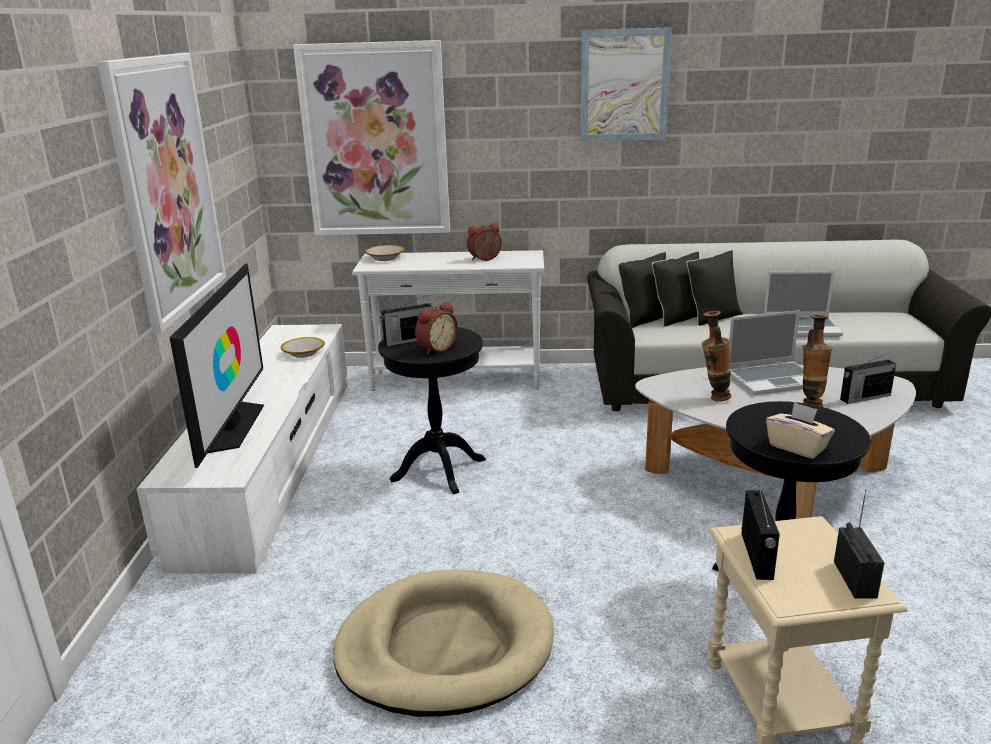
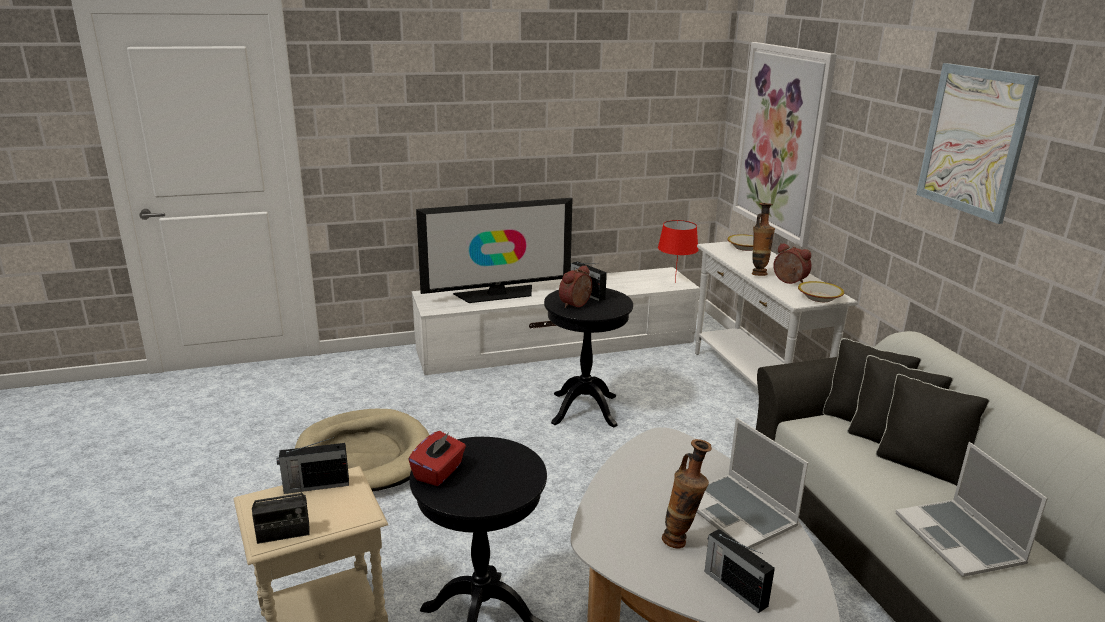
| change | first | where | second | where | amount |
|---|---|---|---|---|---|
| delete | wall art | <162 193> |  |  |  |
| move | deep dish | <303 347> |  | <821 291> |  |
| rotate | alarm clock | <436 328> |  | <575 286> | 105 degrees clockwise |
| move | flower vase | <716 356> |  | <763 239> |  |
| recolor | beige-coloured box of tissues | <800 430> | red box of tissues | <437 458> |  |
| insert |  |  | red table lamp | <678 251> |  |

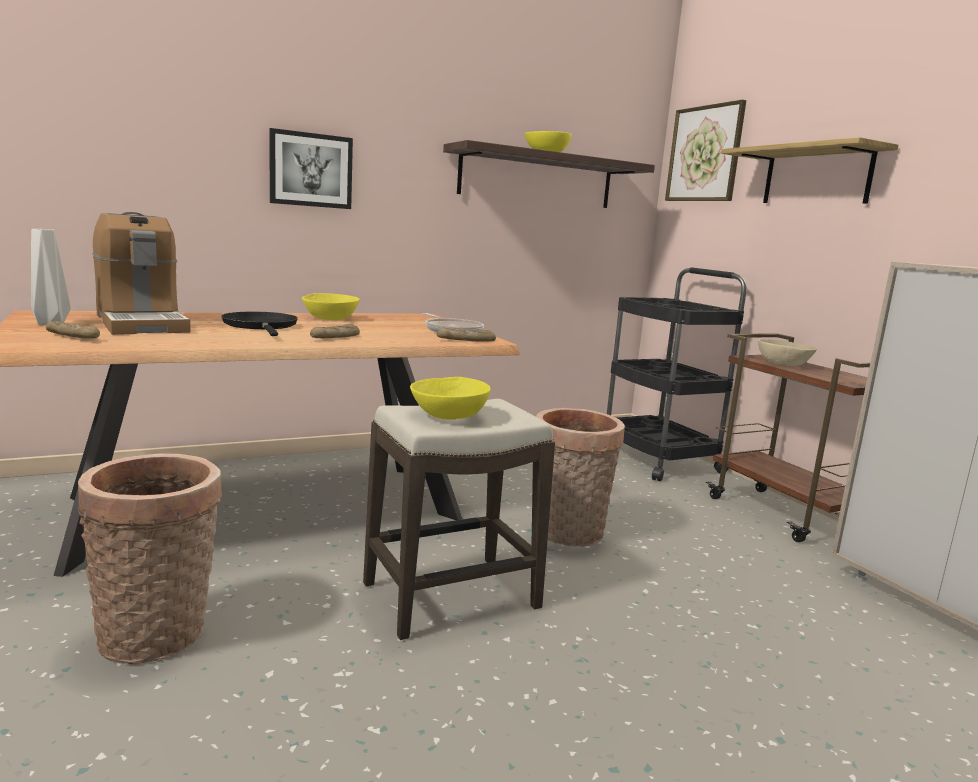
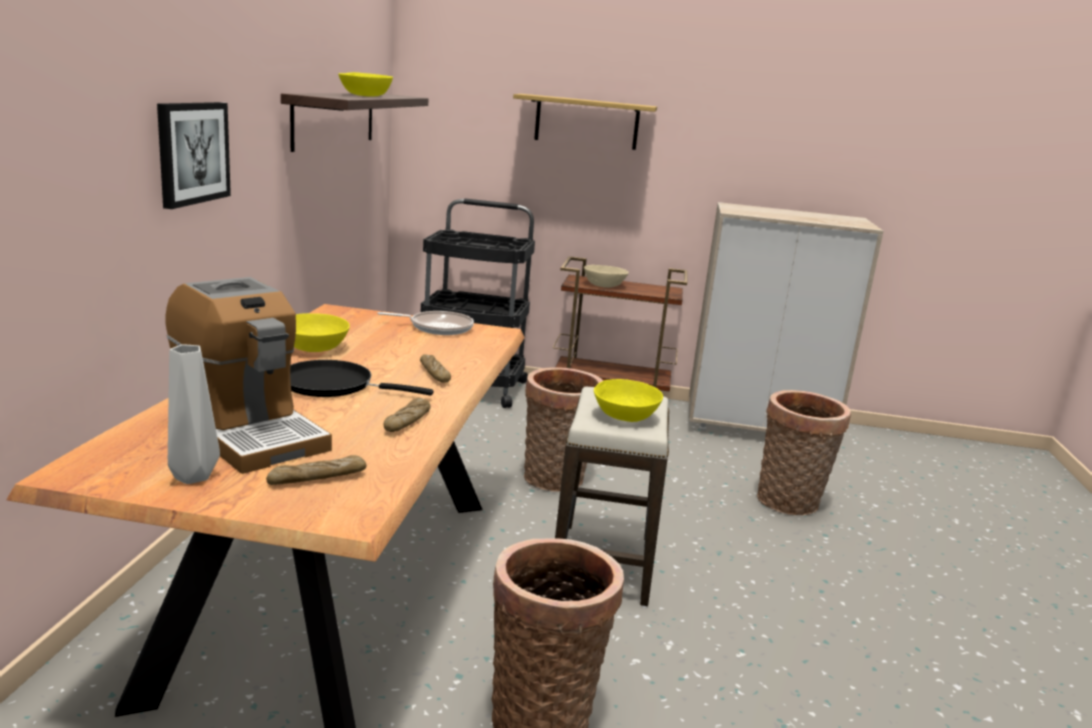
| change | first | where | second | where | amount |
|---|---|---|---|---|---|
| rotate | coffee machine | <141 273> |  | <248 375> | 45 degrees clockwise |
| move | bread | <466 335> |  | <407 415> |  |
| delete | wall art | <705 150> |  |  |  |
| insert |  |  | basket | <804 452> |  |

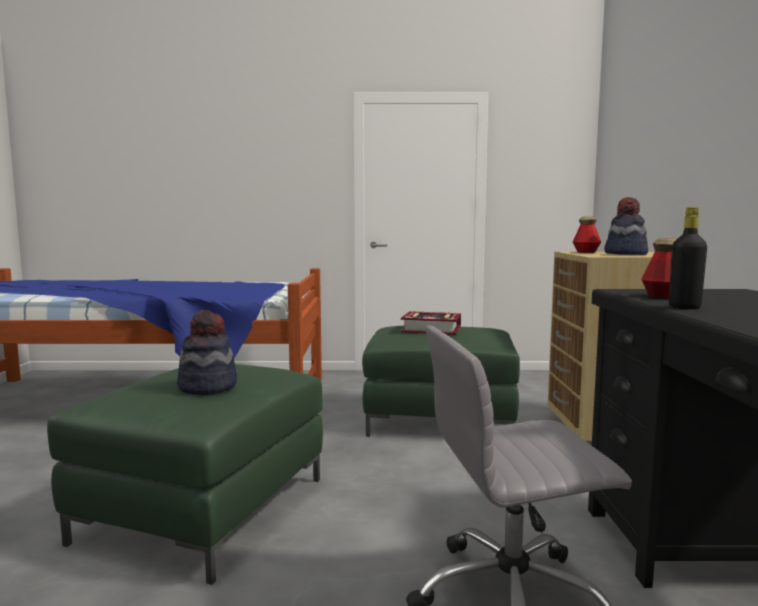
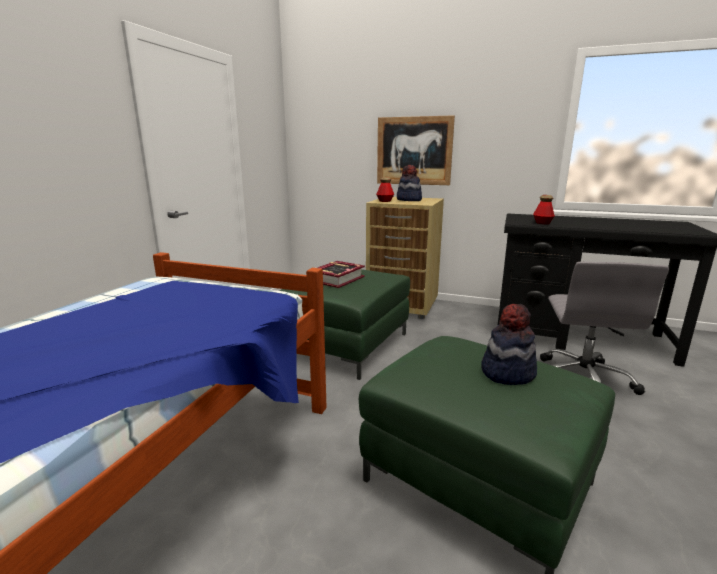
| change | first | where | second | where | amount |
|---|---|---|---|---|---|
| delete | blackish bottle | <688 258> |  |  |  |
| insert |  |  | wall art | <416 150> |  |

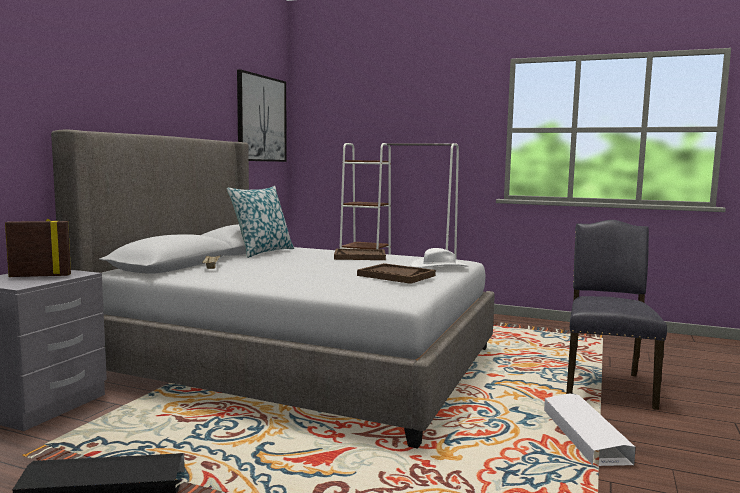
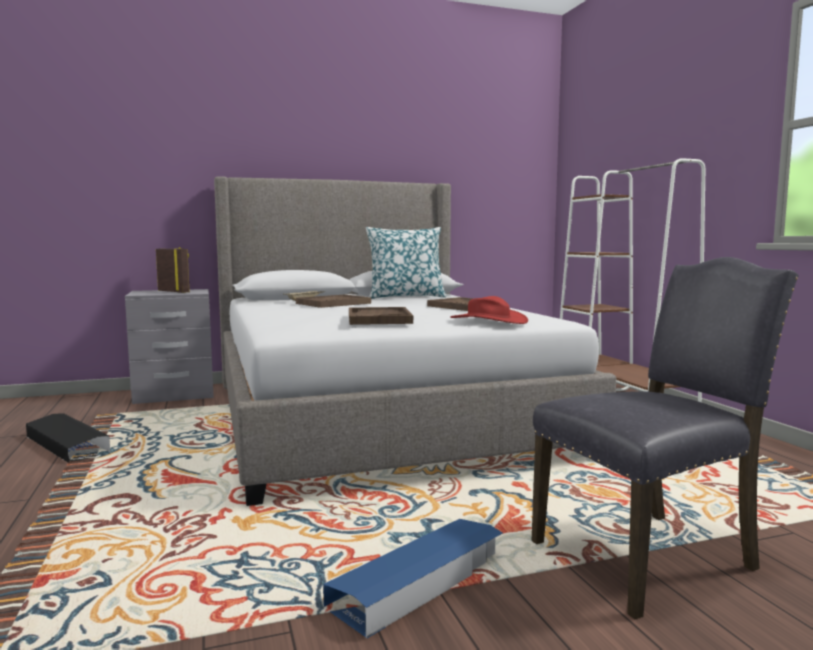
| change | first | where | second | where | amount |
|---|---|---|---|---|---|
| delete | wall art | <262 115> |  |  |  |
| recolor | whitish hat | <439 258> | red hat | <489 310> |  |
| recolor | whitish storage container | <590 429> | blue-coloured storage container | <413 578> |  |
| insert |  |  | brown serving tray | <333 301> |  |

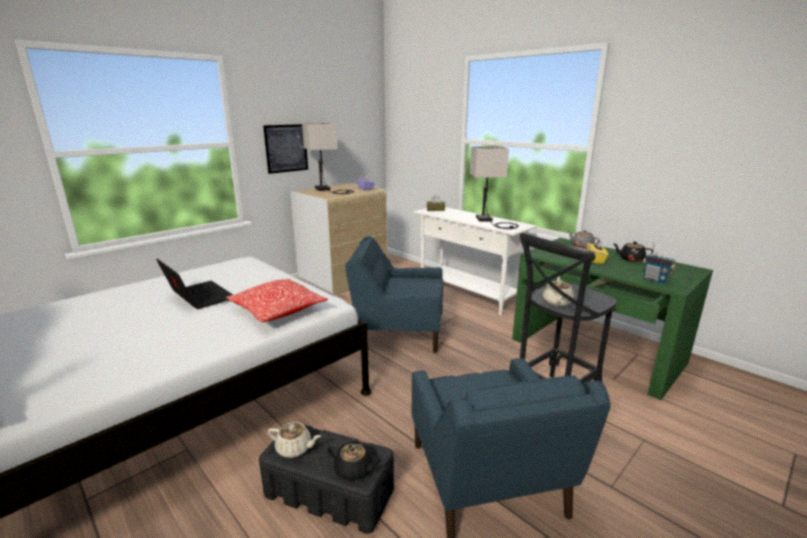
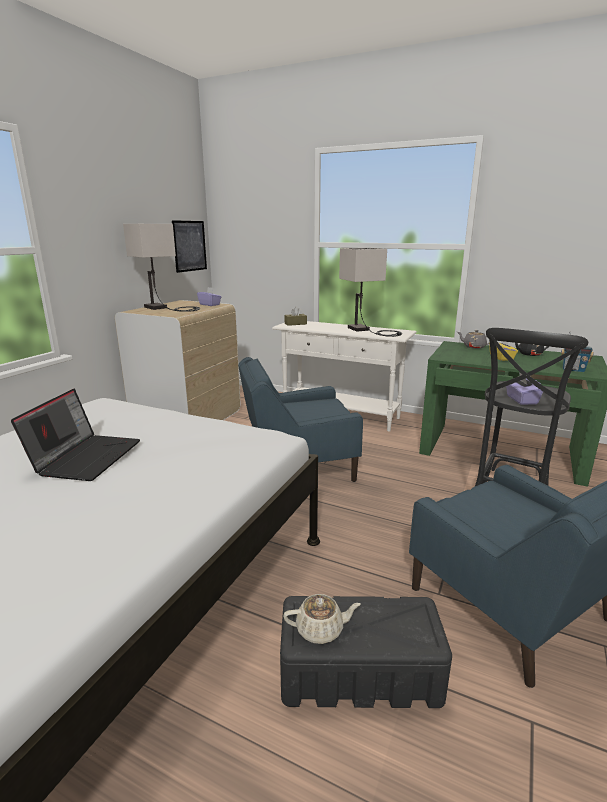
| change | first | where | second | where | amount |
|---|---|---|---|---|---|
| rotate | notebook computer | <194 284> |  | <75 435> | 75 degrees clockwise |
| delete | throw pillow | <277 300> |  |  |  |
| move | wall art | <285 149> |  | <189 246> |  |
| delete | blackish teapot | <354 461> |  |  |  |
| replace | beige-coloured teapot | <558 291> | purplish box of tissues | <524 388> |  |

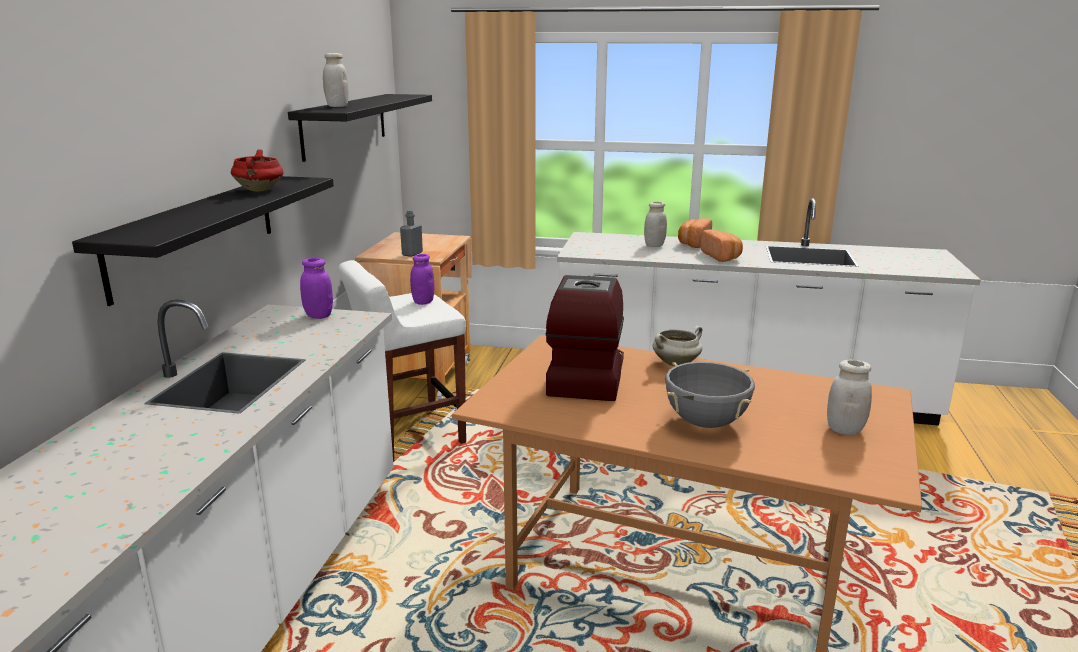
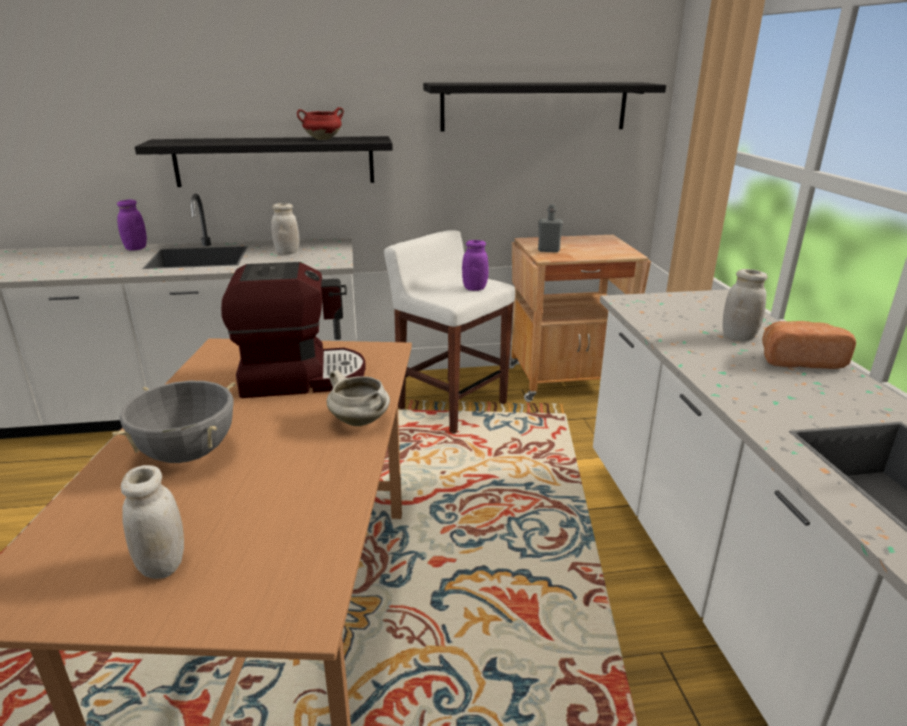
| change | first | where | second | where | amount |
|---|---|---|---|---|---|
| move | purplish jar | <316 288> |  | <132 225> |  |
| move | whitish jar | <336 80> |  | <285 228> |  |
| delete | bread | <721 245> |  |  |  |

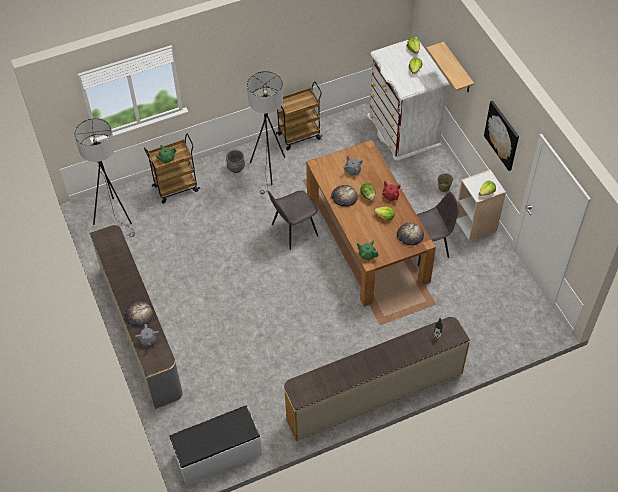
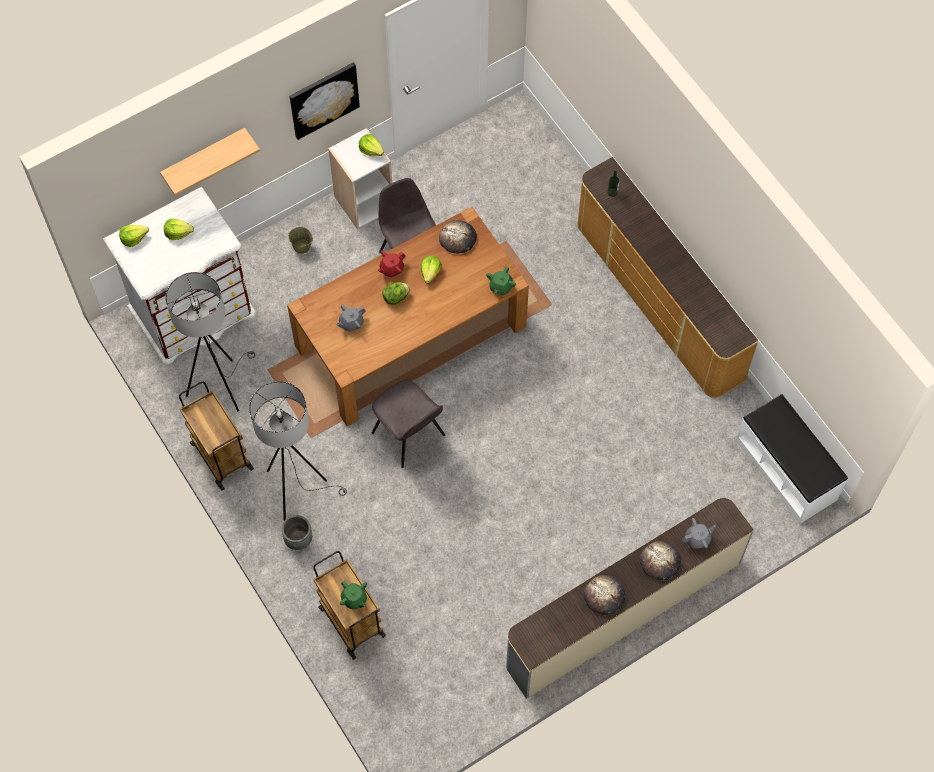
| change | first | where | second | where | amount |
|---|---|---|---|---|---|
| move | gray standard lamp | <104 177> |  | <210 341> |  |
| move | bread | <344 196> |  | <604 595> |  |

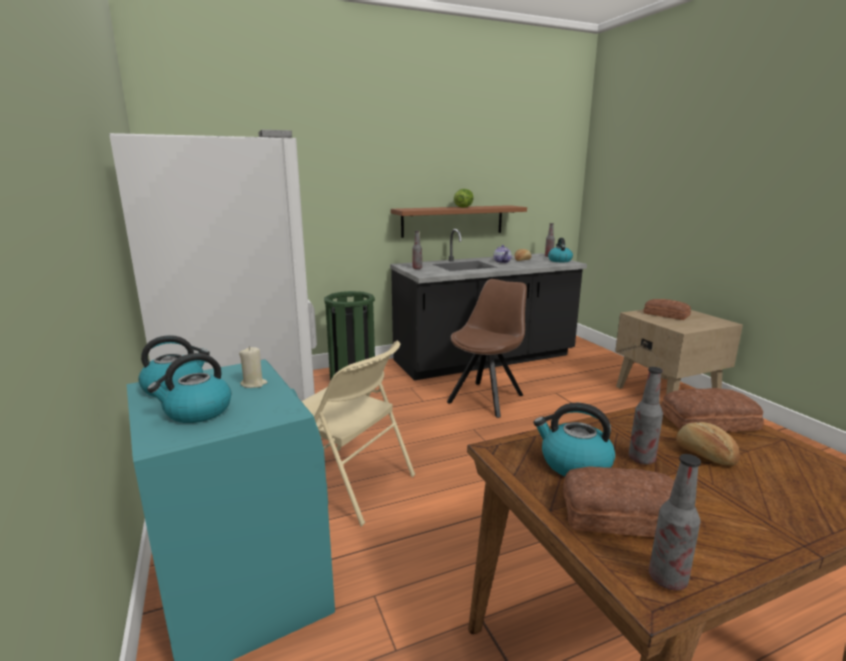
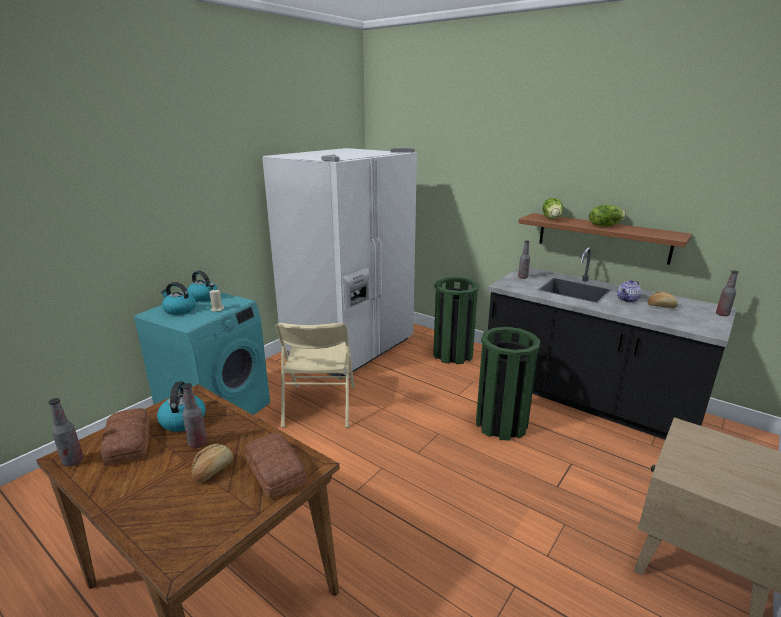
| change | first | where | second | where | amount |
|---|---|---|---|---|---|
| replace | brown upright chair | <487 348> | green-coloured trash can | <508 384> |  |
| delete | tea kettle | <560 250> |  |  |  |
| delete | bread | <667 309> |  |  |  |
| insert |  |  | head of lettuce | <553 208> |  |

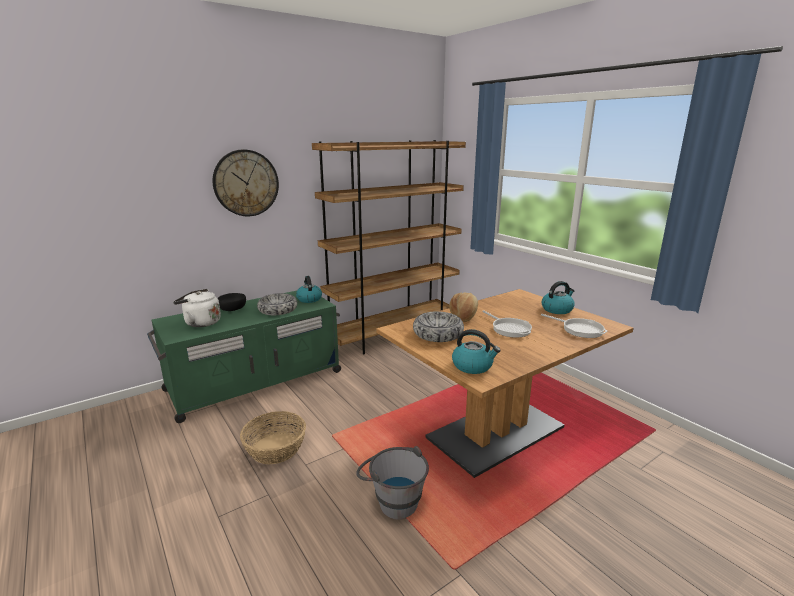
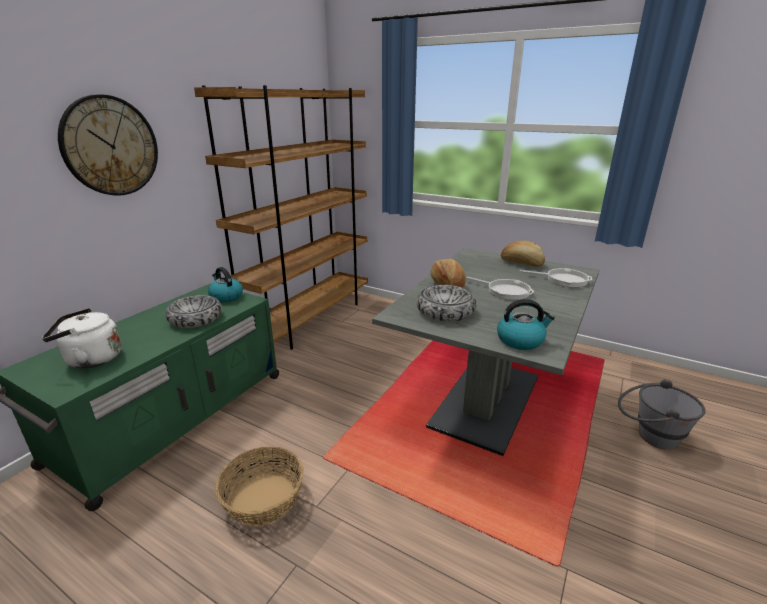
| change | first | where | second | where | amount |
|---|---|---|---|---|---|
| delete | blackish deep dish | <231 302> |  |  |  |
| move | gray water bucket | <392 483> |  | <661 414> |  |
| recolor | brown dining table | <504 383> | gray dining table | <485 352> |  |
| replace | tea kettle | <558 297> | bread | <523 254> |  |

